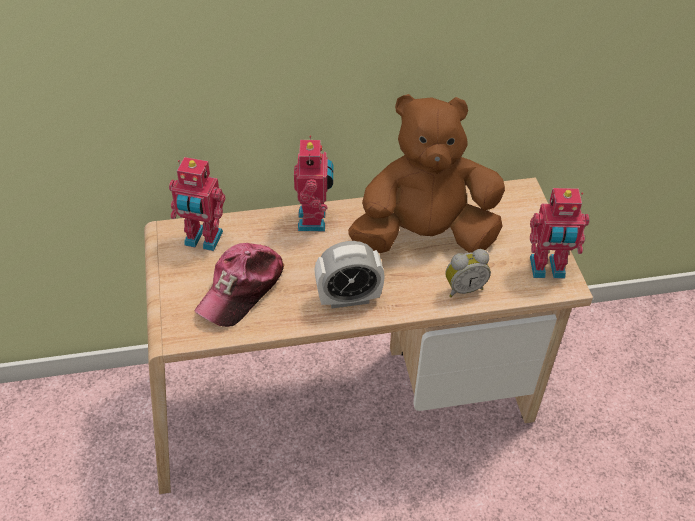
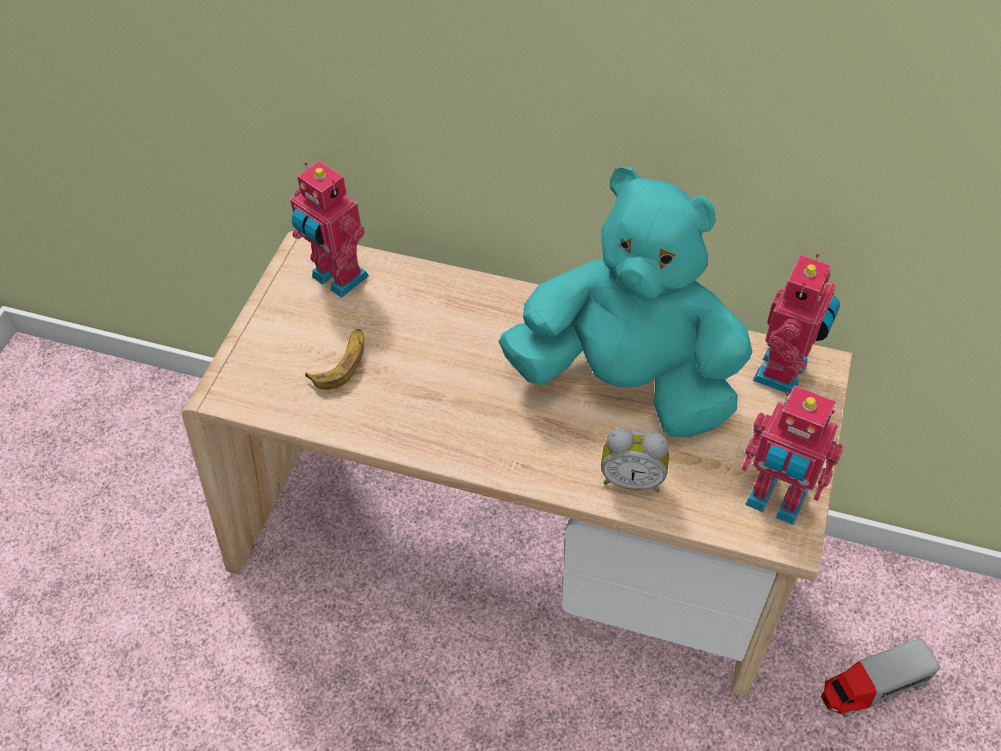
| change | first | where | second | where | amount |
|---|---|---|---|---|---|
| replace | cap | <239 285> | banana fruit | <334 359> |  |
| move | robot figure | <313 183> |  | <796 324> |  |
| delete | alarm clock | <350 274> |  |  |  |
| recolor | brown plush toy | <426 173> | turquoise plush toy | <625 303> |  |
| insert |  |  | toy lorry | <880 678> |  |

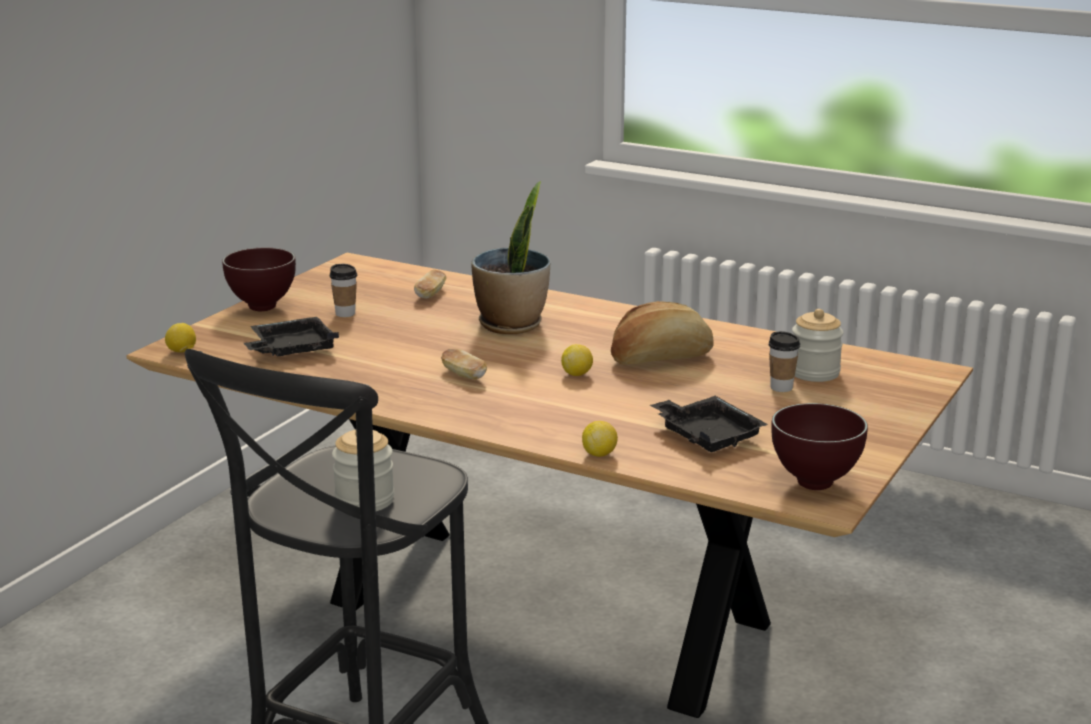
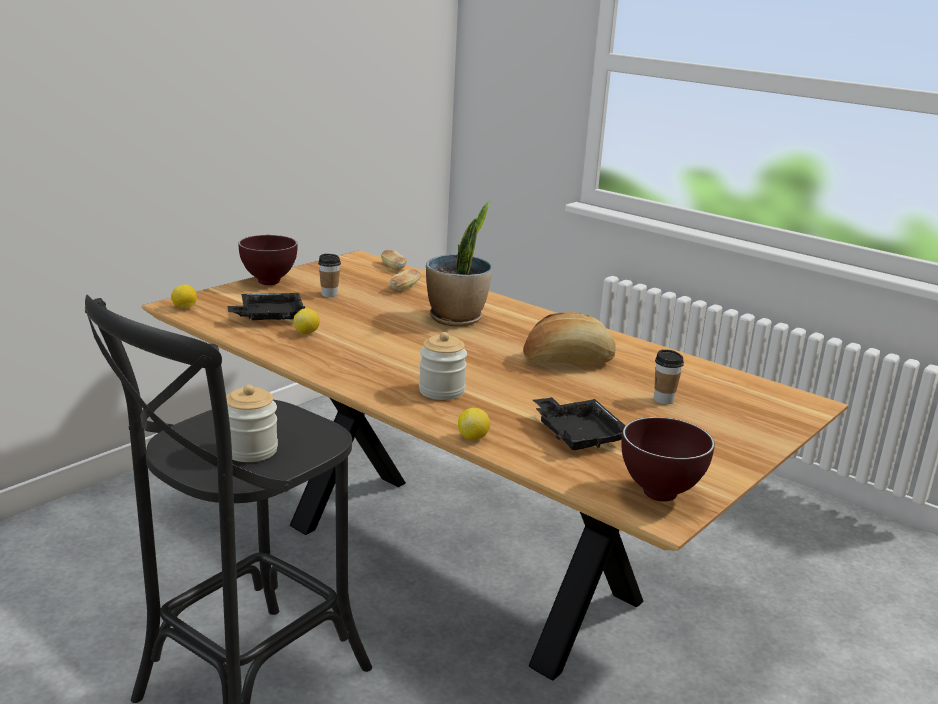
| change | first | where | second | where | amount |
|---|---|---|---|---|---|
| move | bread | <464 364> |  | <394 260> |  |
| move | whole lemon | <577 360> |  | <306 321> |  |
| move | jar | <818 345> |  | <443 366> |  |

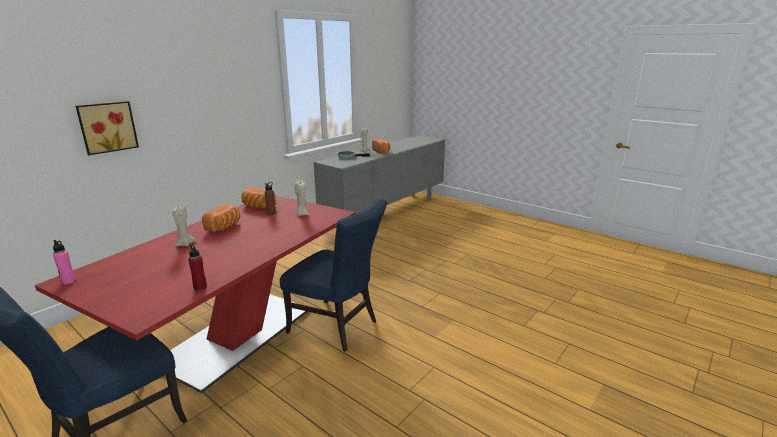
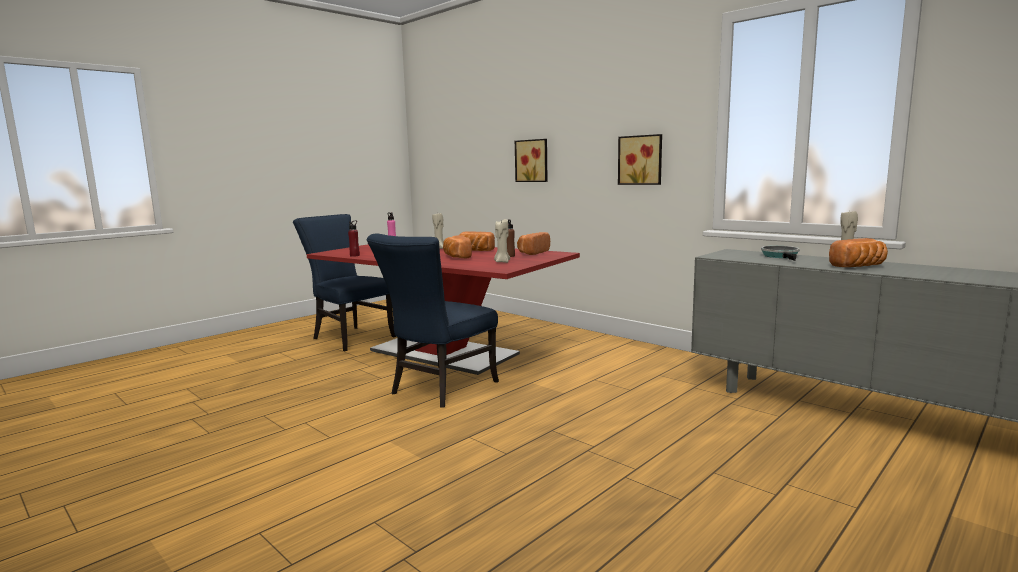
| change | first | where | second | where | amount |
|---|---|---|---|---|---|
| insert |  |  | bread | <457 247> |  |
| insert |  |  | wall art | <640 159> |  |

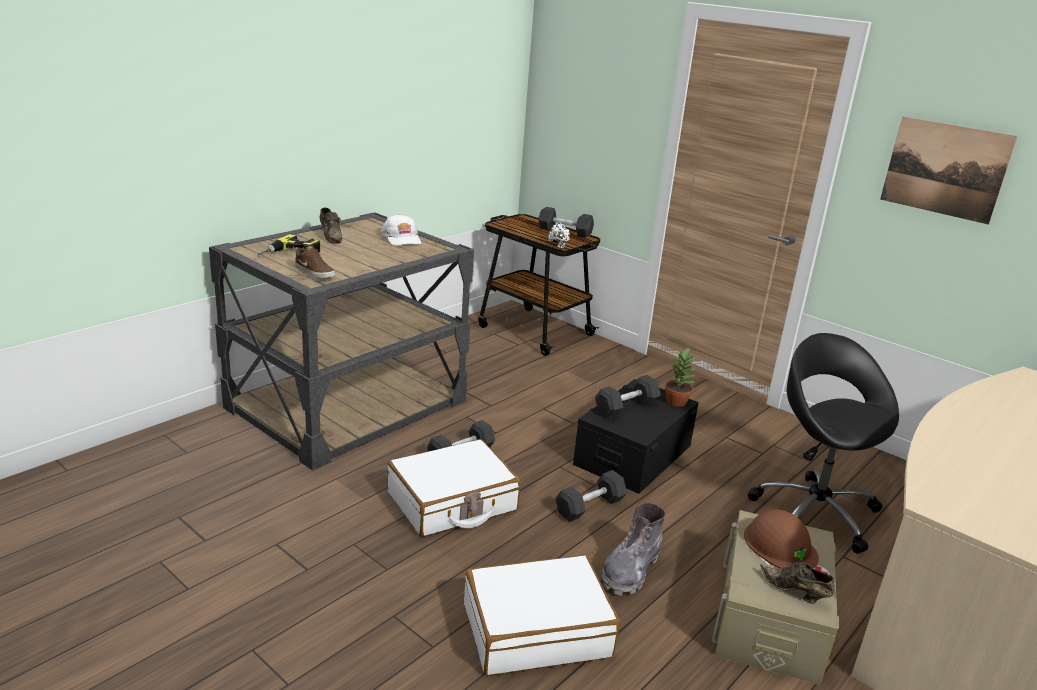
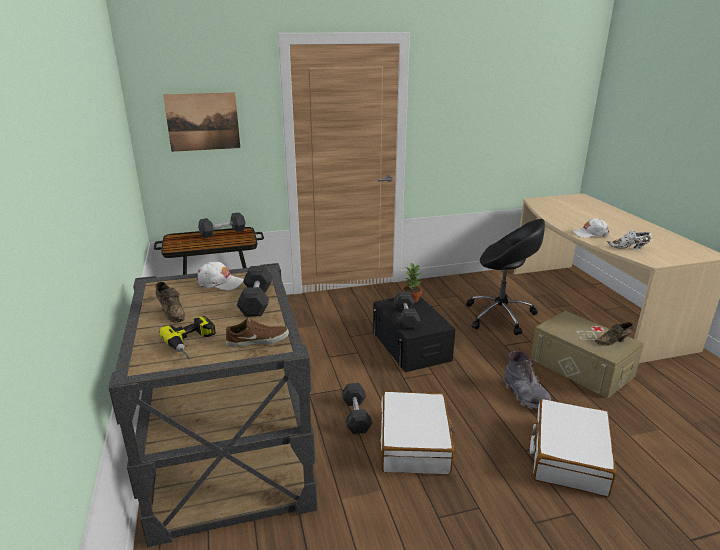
| change | first | where | second | where | amount |
|---|---|---|---|---|---|
| rotate | brown item of footwear | <331 225> |  | <170 302> | 45 degrees clockwise |
| move | whitish item of footwear | <559 235> |  | <629 240> |  |
| move | gray hand weight | <591 496> |  | <255 291> |  |
| delete | brown work helmet | <781 538> |  |  |  |
| rotate | blackish office chair | <823 443> |  | <505 277> | 150 degrees counterclockwise |
| move | wall art | <949 170> |  | <201 122> |  |
| insert |  |  | whitish cap | <591 228> |  |

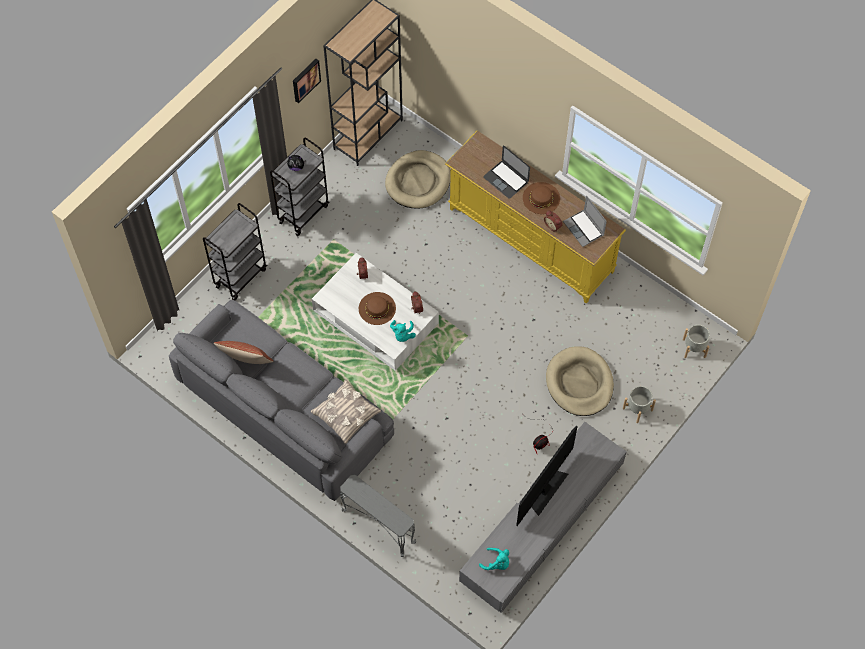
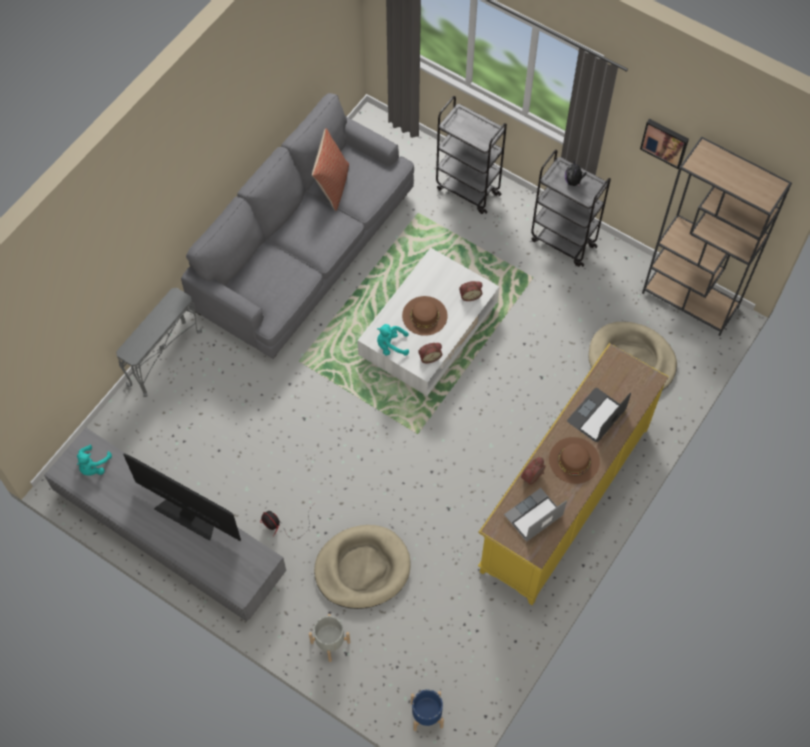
| change | first | where | second | where | amount |
|---|---|---|---|---|---|
| delete | beige-coloured throw pillow | <346 412> |  |  |  |
| recolor | gray planter | <696 341> | blue-coloured planter | <427 710> |  |

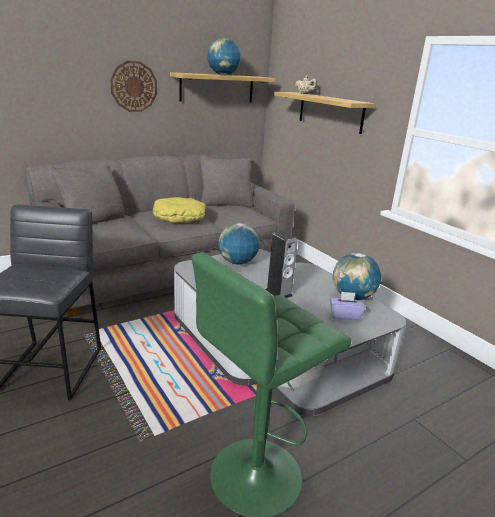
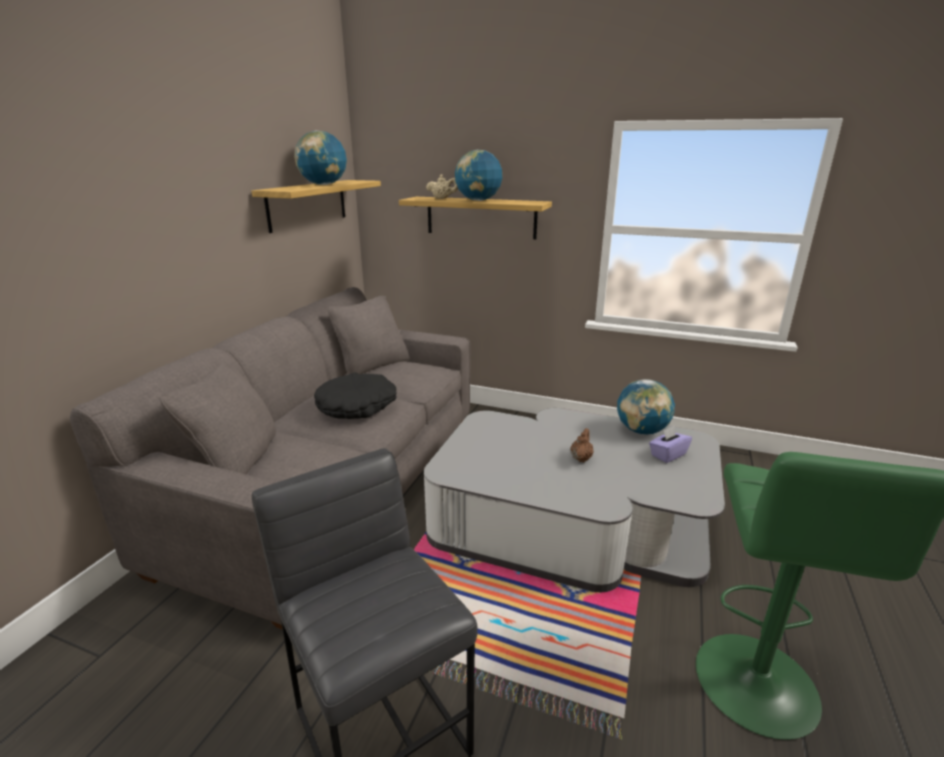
| change | first | where | second | where | amount |
|---|---|---|---|---|---|
| delete | wall clock | <133 86> |  |  |  |
| recolor | yellow-coloured throw pillow | <179 210> | blackish throw pillow | <355 395> |  |
| move | globe | <238 244> |  | <478 175> |  |
| replace | loudspeaker | <281 264> | brown teapot | <582 445> |  |

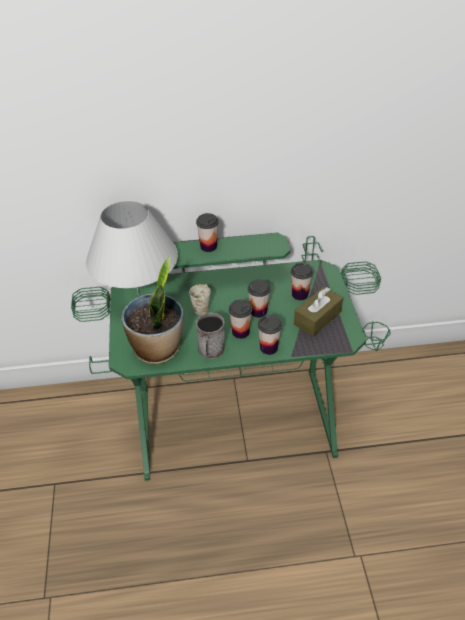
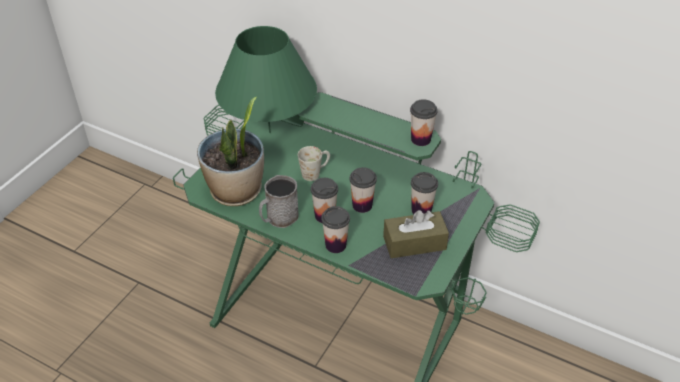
| change | first | where | second | where | amount |
|---|---|---|---|---|---|
| recolor | whitish table lamp | <132 247> | green-coloured table lamp | <266 79> |  |
| move | small cup | <207 232> |  | <424 122> |  |

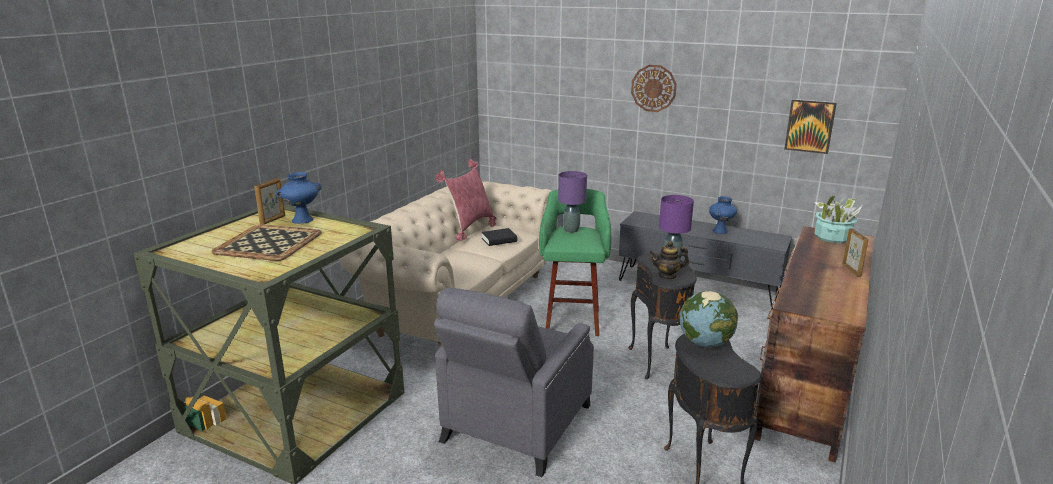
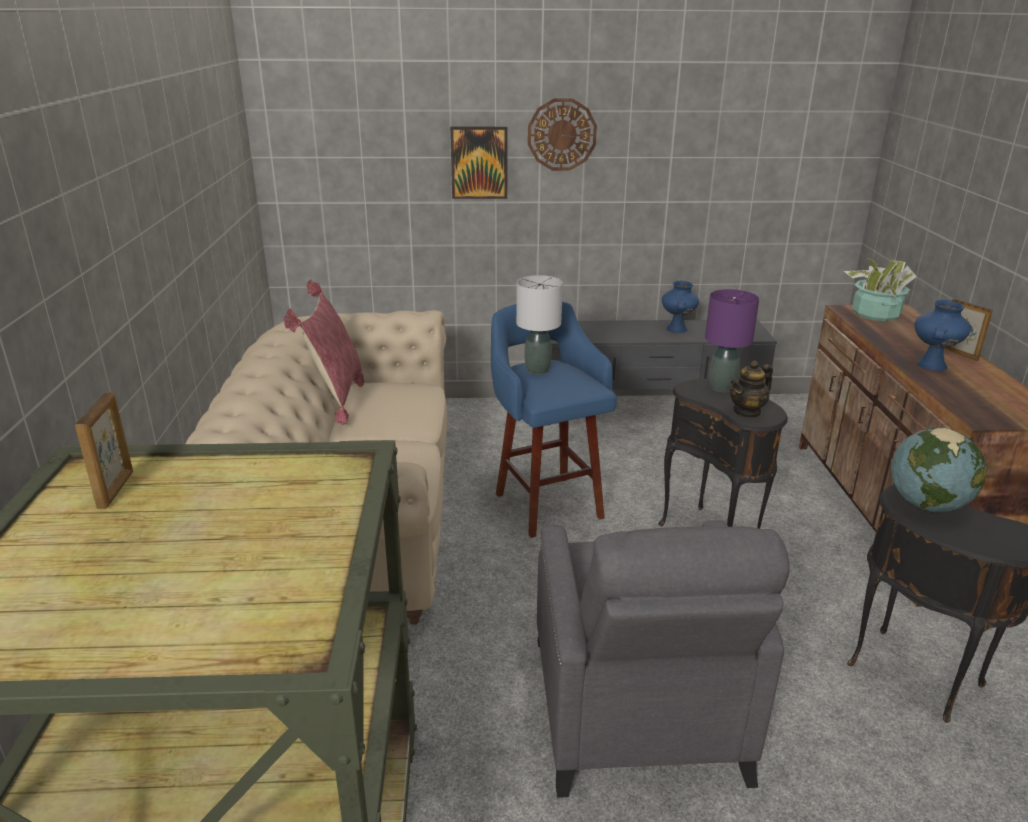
| change | first | where | second | where | amount |
|---|---|---|---|---|---|
| delete | serving tray | <267 242> |  |  |  |
| move | blue-coloured flower vase | <299 198> |  | <942 335> |  |
| delete | blackish book | <499 237> |  |  |  |
| recolor | green-coloured stool | <575 262> | blue-coloured stool | <554 420> |  |
| recolor | purplish table lamp | <572 202> | gray table lamp | <539 324> |  |
| move | wall art | <810 126> |  | <479 163> |  |

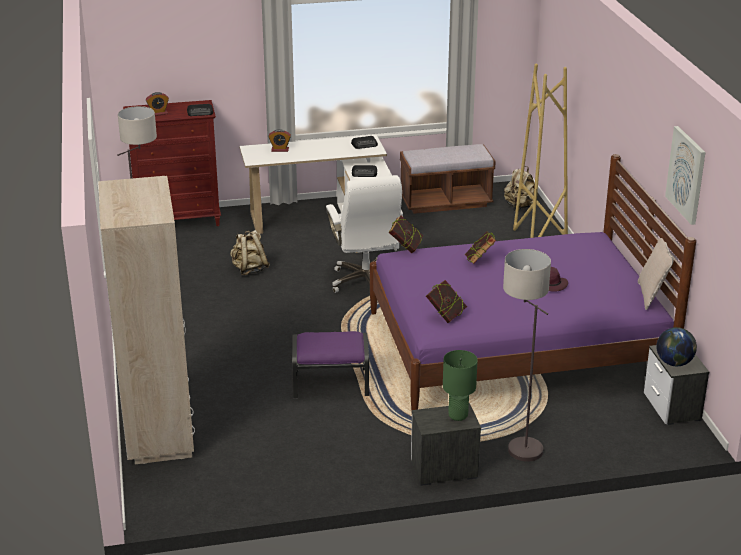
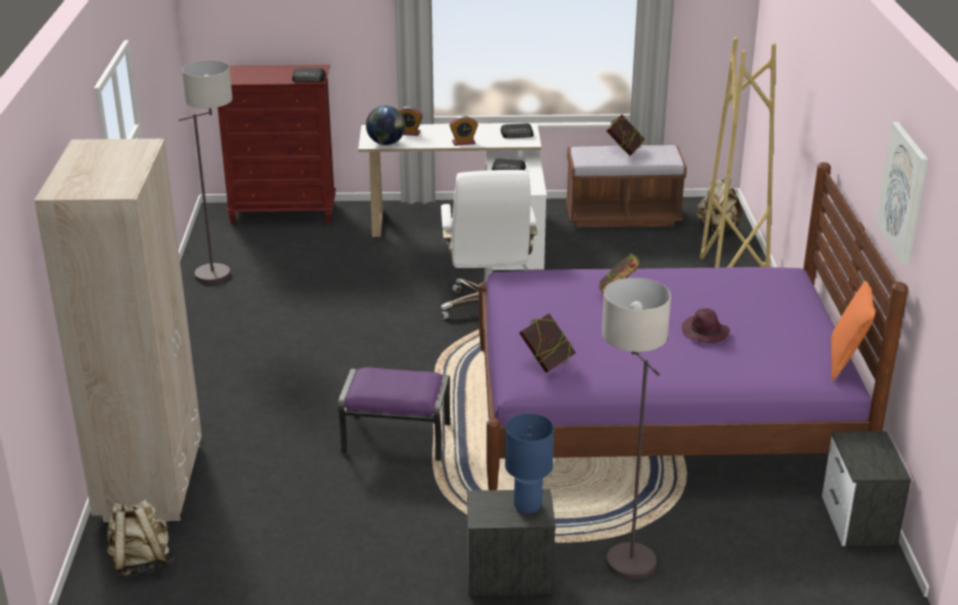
| change | first | where | second | where | amount |
|---|---|---|---|---|---|
| move | alarm clock | <157 104> |  | <463 131> |  |
| move | beige-coloured rucksack | <250 252> |  | <140 538> |  |
| move | book | <406 234> |  | <625 135> |  |
| recolor | green-coloured table lamp | <460 385> | blue-coloured table lamp | <529 464> |  |
| recolor | beige-coloured throw pillow | <656 274> | orangey throw pillow | <853 331> |  |
| move | globe | <677 346> |  | <385 125> |  |

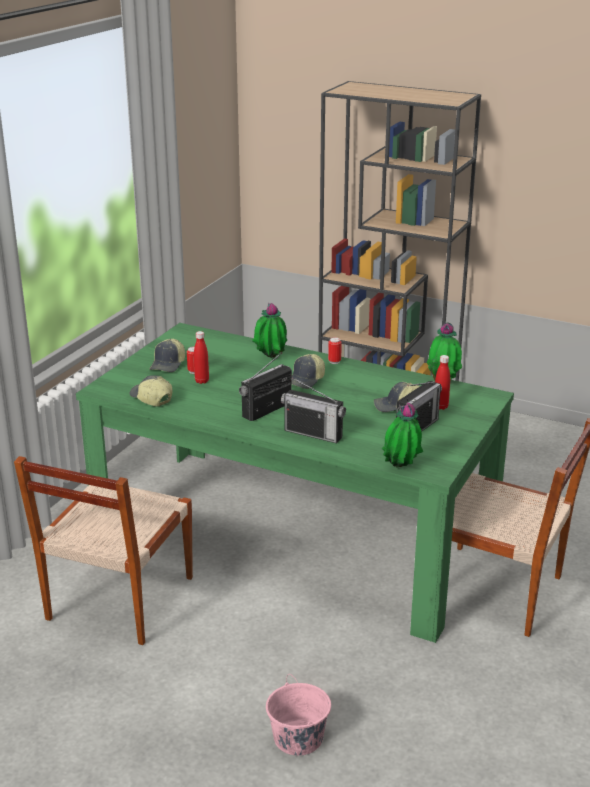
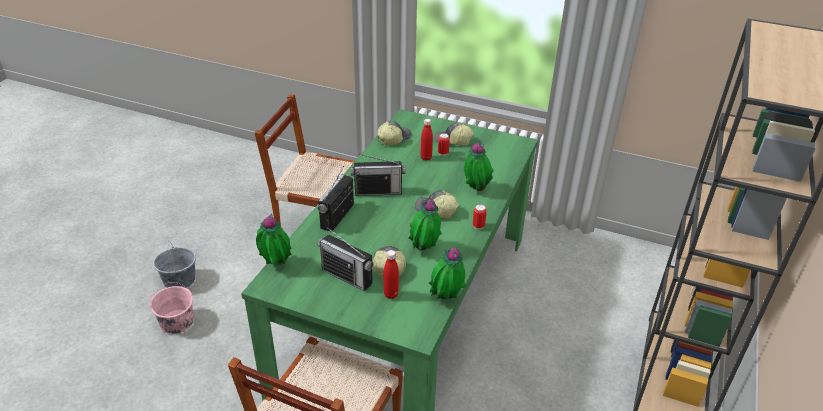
| change | first | where | second | where | amount |
|---|---|---|---|---|---|
| rotate | radio | <265 387> |  | <378 174> | 135 degrees clockwise |
| insert |  |  | gray water bucket | <174 264> |  |
| insert |  |  | potted plant | <425 224> |  |

